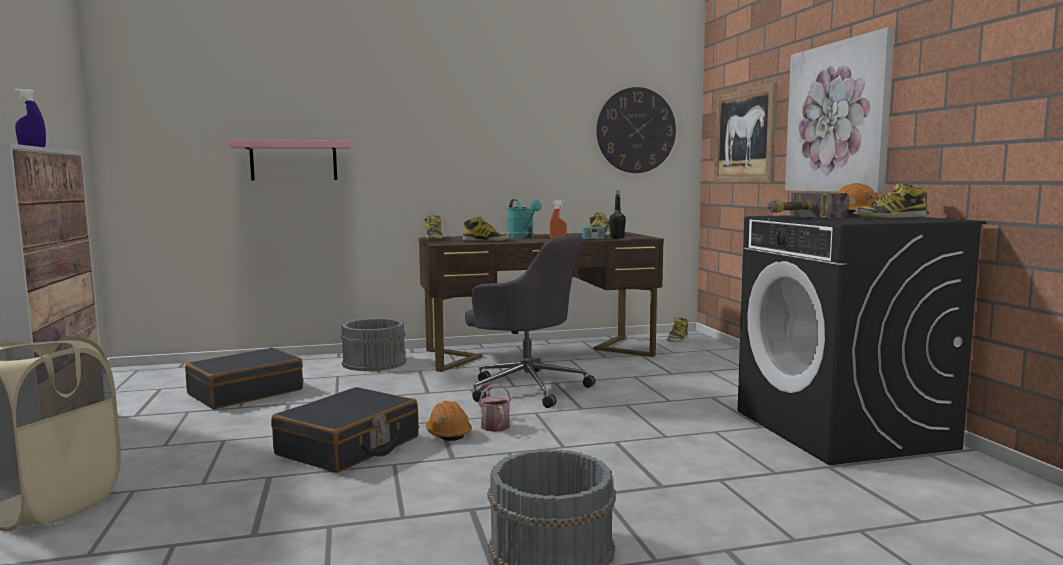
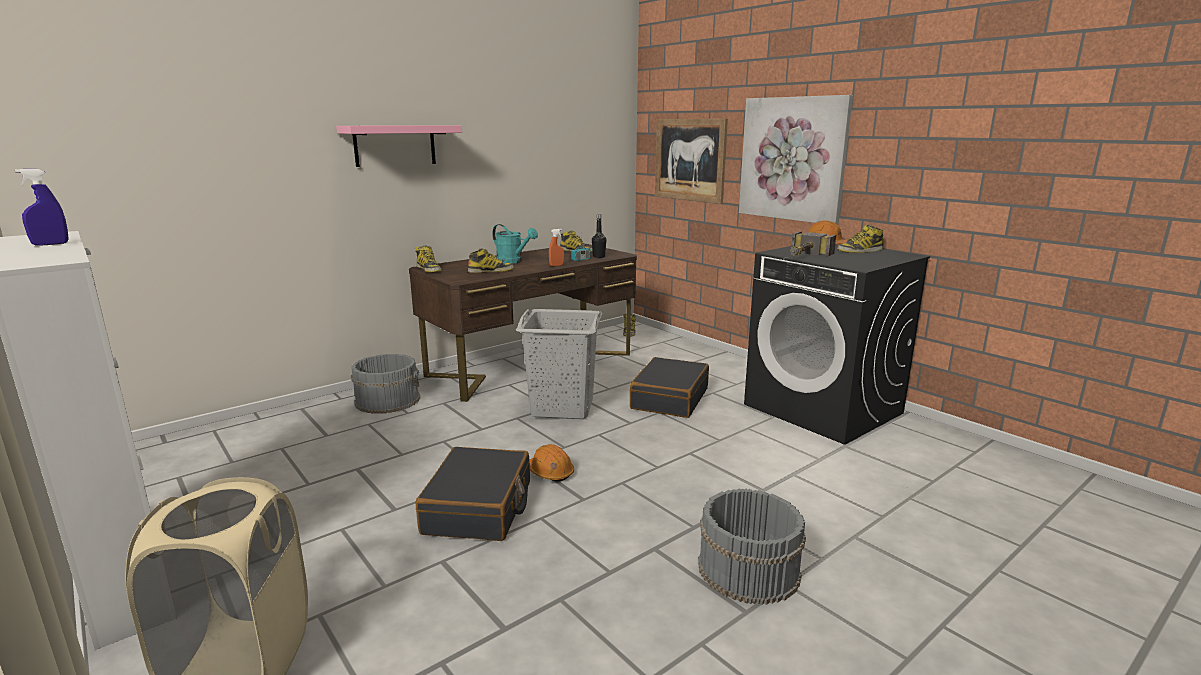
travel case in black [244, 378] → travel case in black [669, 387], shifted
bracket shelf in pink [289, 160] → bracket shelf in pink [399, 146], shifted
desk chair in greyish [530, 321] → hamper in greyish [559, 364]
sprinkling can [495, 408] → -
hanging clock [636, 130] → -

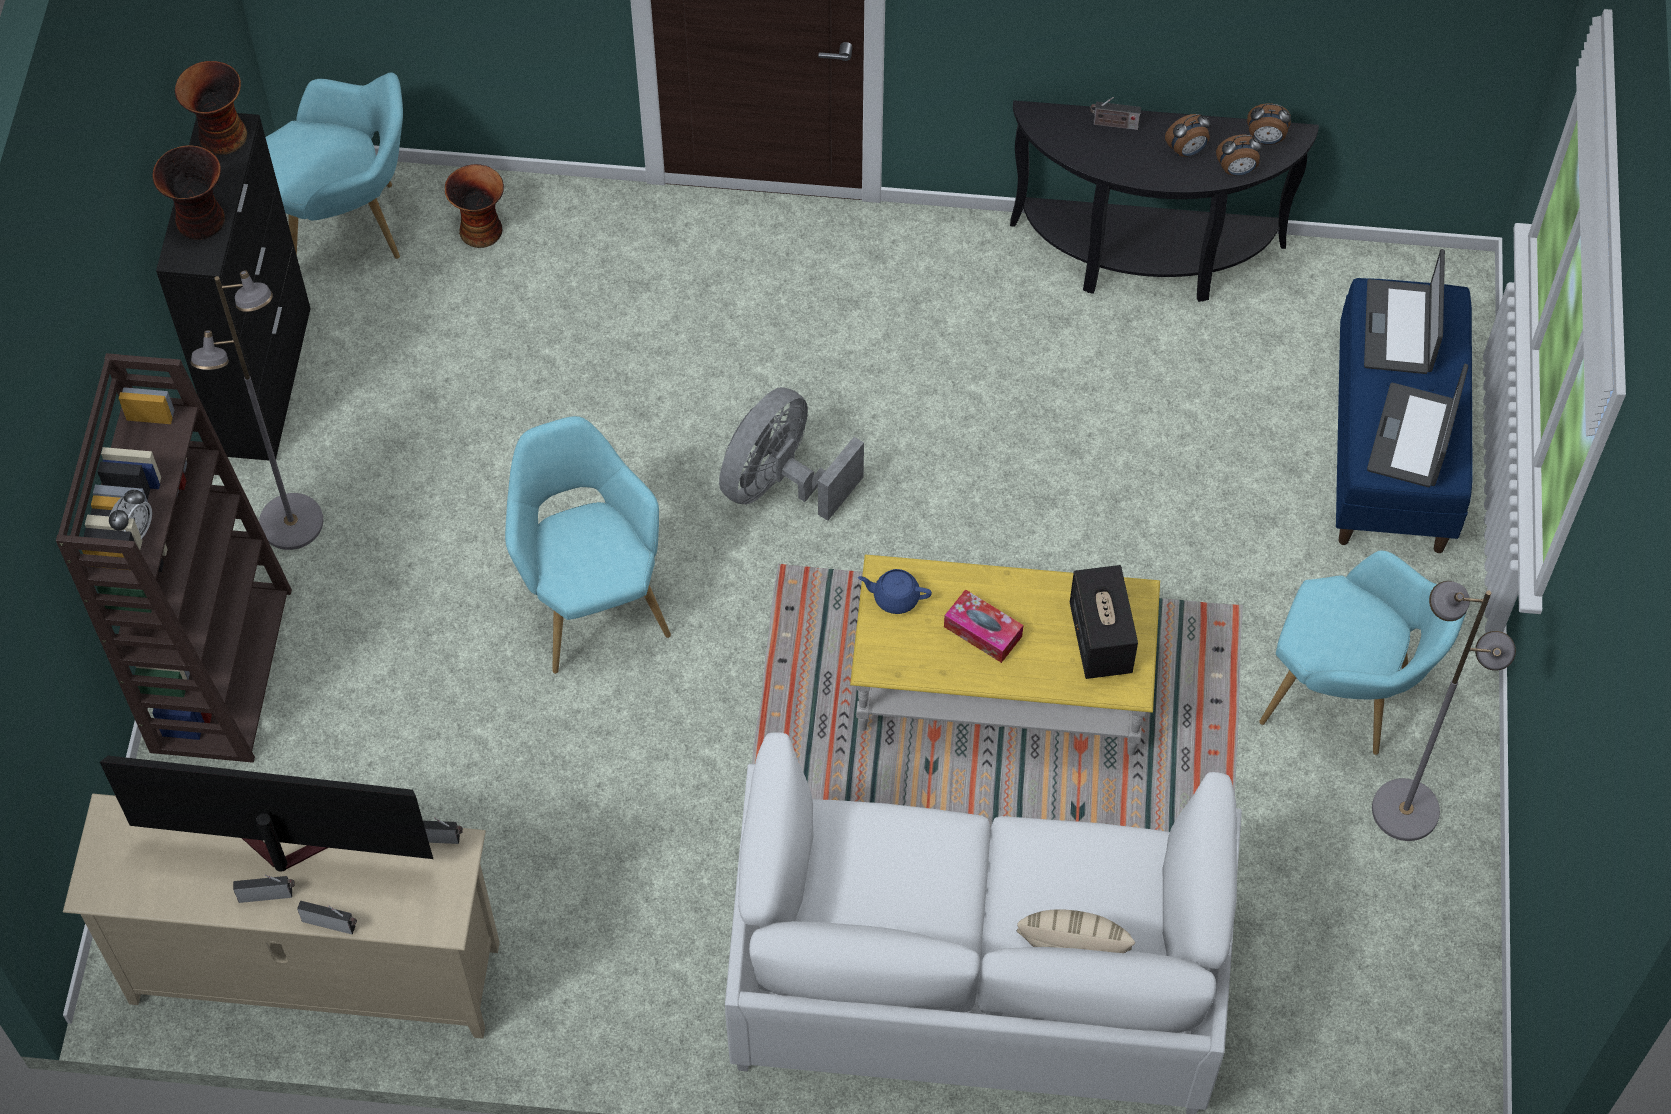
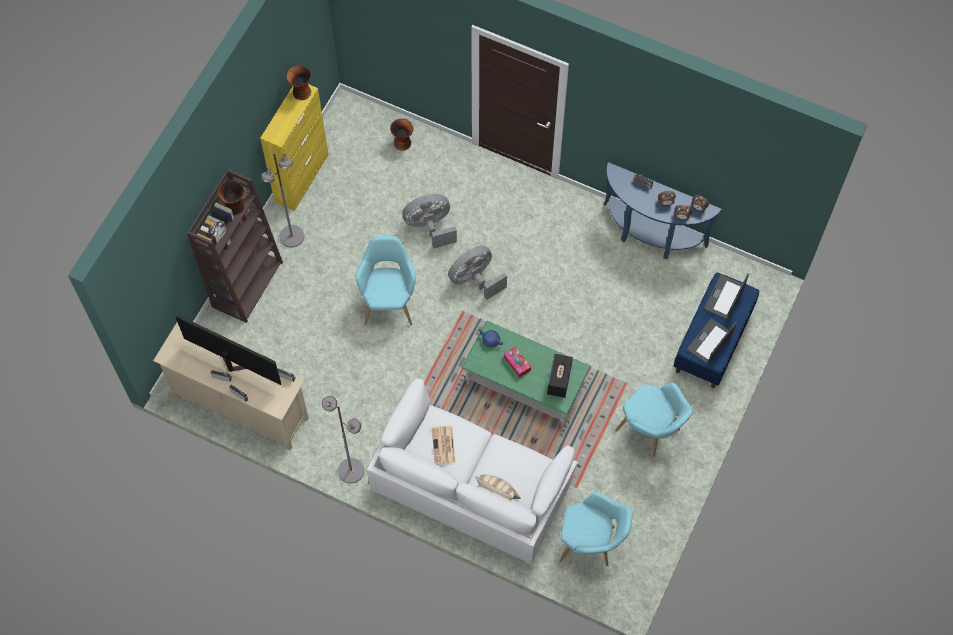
decorative vase [188, 192] → decorative vase [231, 197], shifted
cabinet in black [233, 286] → cabinet in yellow-coloured [294, 147]
lounge chair in turquoise [334, 165] → lounge chair in turquoise [596, 529], shifted
low table in yellow-coloured [1005, 655] → low table in greenish [526, 374]
hall table in black [1164, 201] → hall table in bluish [662, 210]
standing lamp in greyish [1444, 711] → standing lamp in greyish [343, 439], shifted
- → cooling fan in greyish [430, 221]
- → daily paper [443, 445]

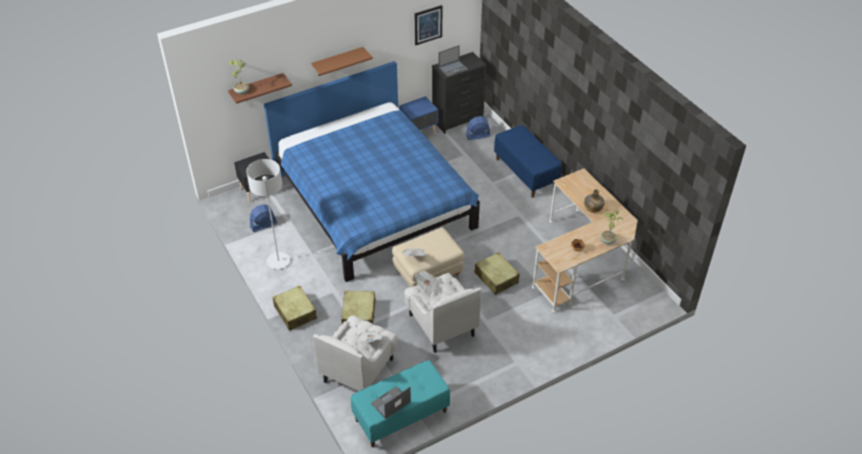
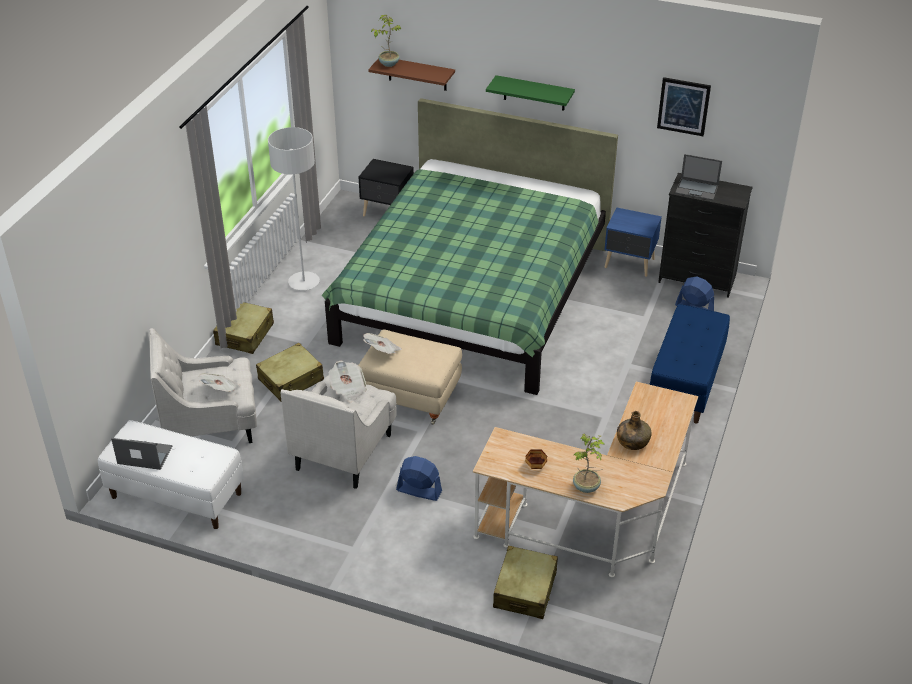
cooling fan in bluish [263, 218] → cooling fan in bluish [419, 478], shifted
bed in bluish [371, 171] → bed in greenish [470, 246]
bracket shelf in brownish [342, 61] → bracket shelf in greenish [530, 93]
bench in turquoise [400, 403] → bench in white-coloured [171, 474]
travel case in sand-coloured [497, 273] → travel case in sand-coloured [525, 582], shifted

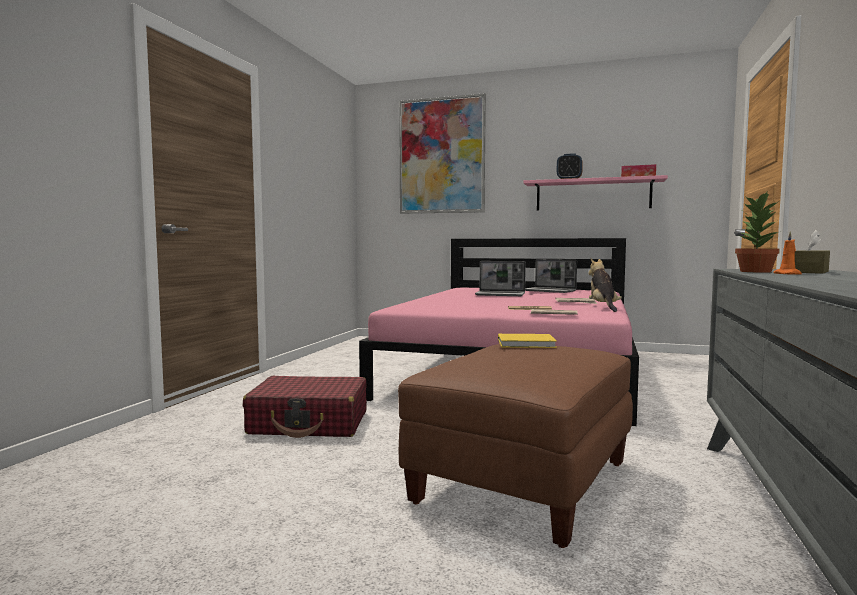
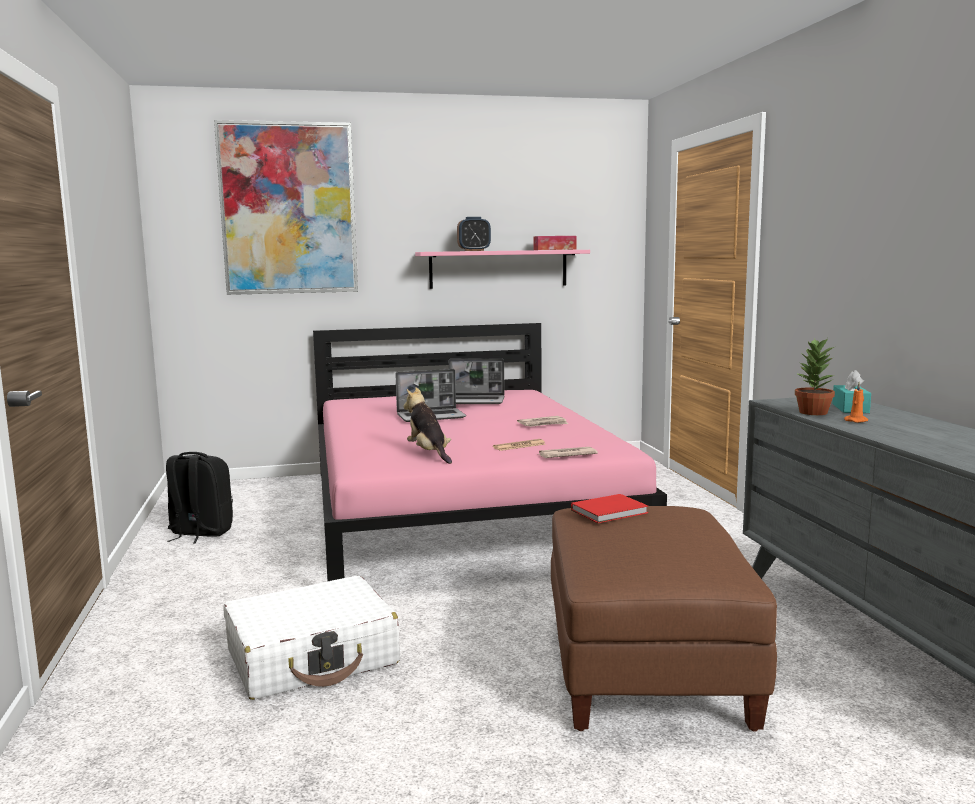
travel case in red-coloured [305, 407] → travel case in white-coloured [311, 638]
book in yellow-coloured [527, 341] → book in red-coloured [609, 508]
plush toy [605, 285] → plush toy [427, 425], shifted
tissue box in brownish [812, 252] → tissue box in turquoise [851, 391]
- → knapsack in black [199, 497]

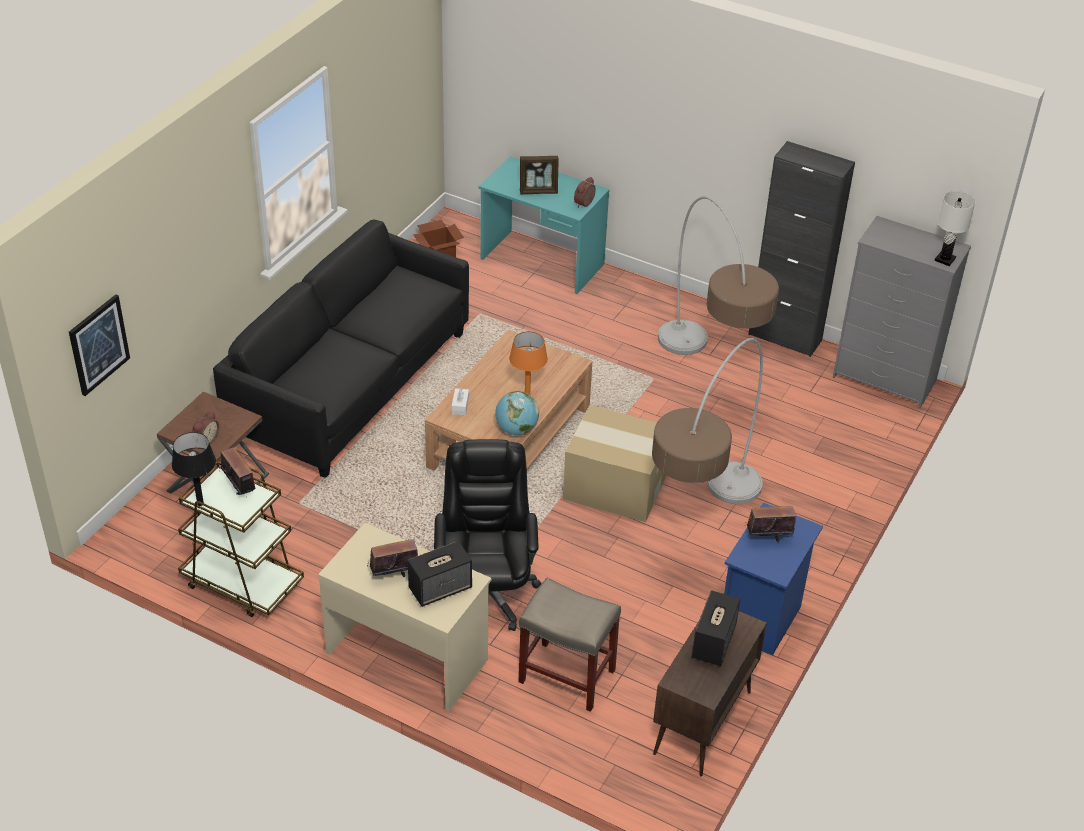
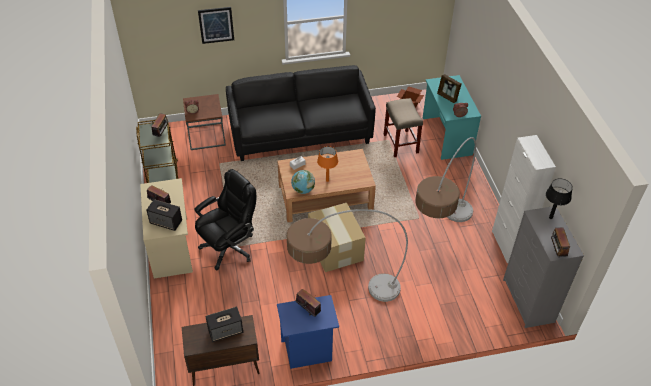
wall picture [99, 345] → wall picture [216, 25], shifted
tabletop lamp in black [194, 469] → tabletop lamp in black [559, 199], shifted
stool in sand-coloured [570, 645] → stool in sand-coloured [403, 127], shifted
cabinet in black [801, 249] → cabinet in white-coloured [524, 199]
tabletop lamp in white-coloured [955, 228] → radio receiver [560, 242]

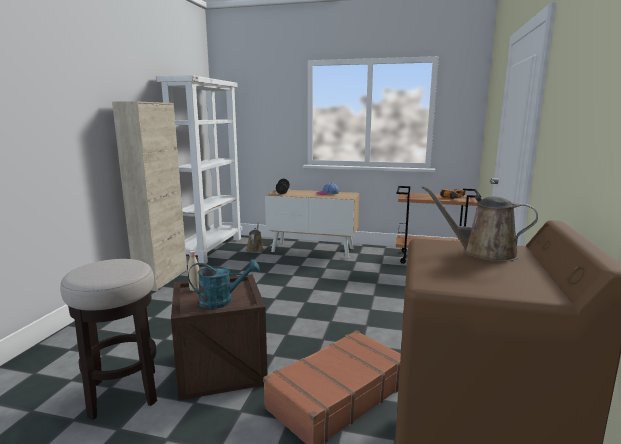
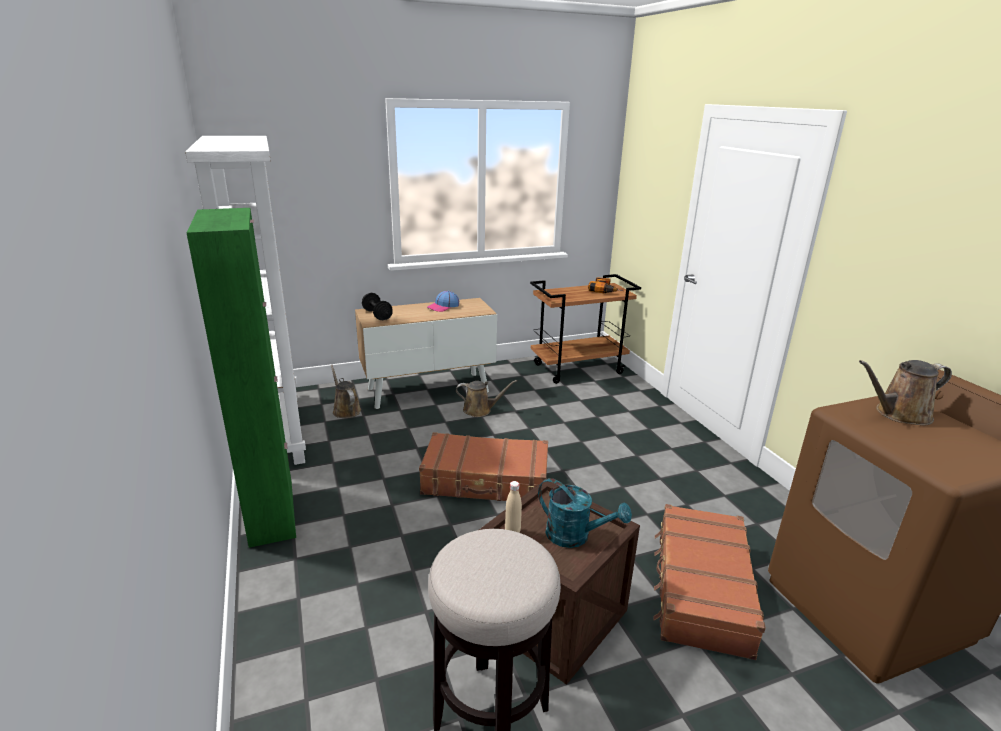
cabinet in sand-coloured [149, 196] → cabinet in greenish [241, 378]
sprinkling can in turquoise [224, 284] → sprinkling can in turquoise [585, 513], 75 degrees clockwise
- → travel case in brownish [483, 466]
- → sprinkling can in brownish [486, 398]

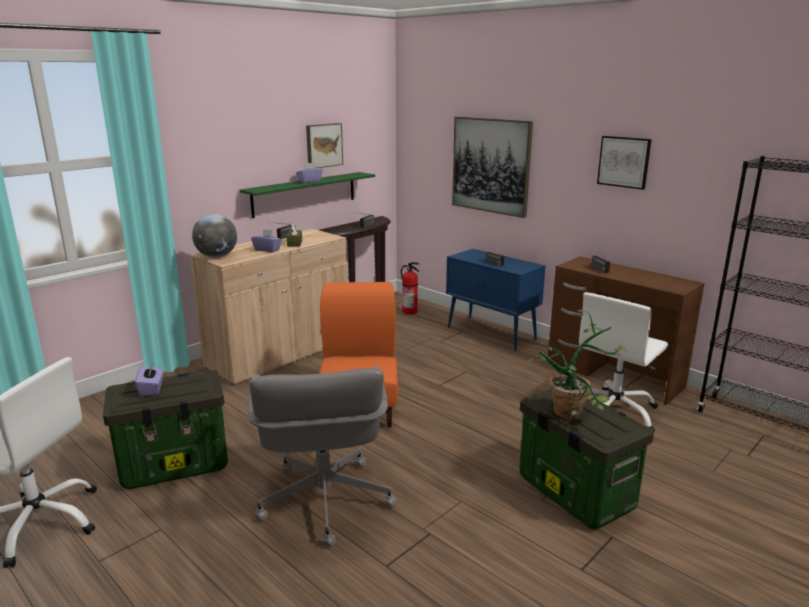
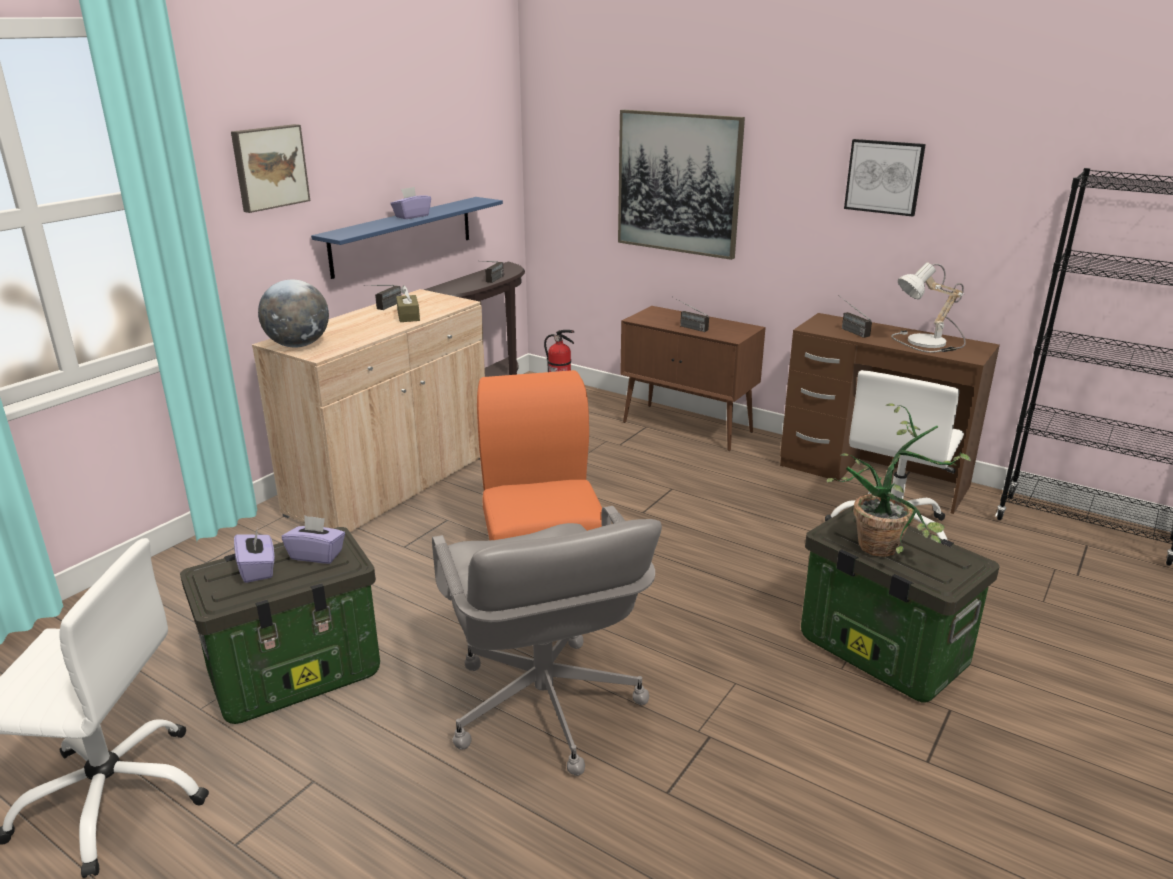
bracket shelf in greenish [307, 195] → bracket shelf in bluish [407, 238]
tissue box in purplish [266, 240] → tissue box in purplish [313, 539], shifted
wall picture [324, 145] → wall picture [270, 168], shifted
cabinet in bluish [495, 300] → cabinet in brownish [693, 378]
- → tabletop lamp [928, 307]

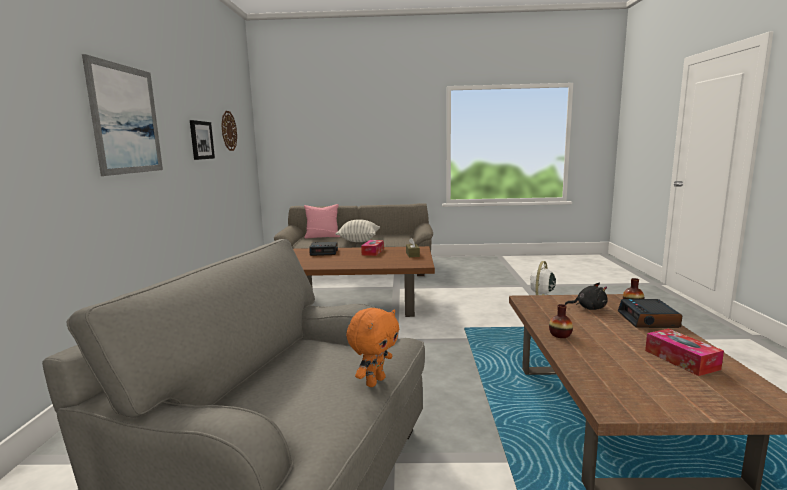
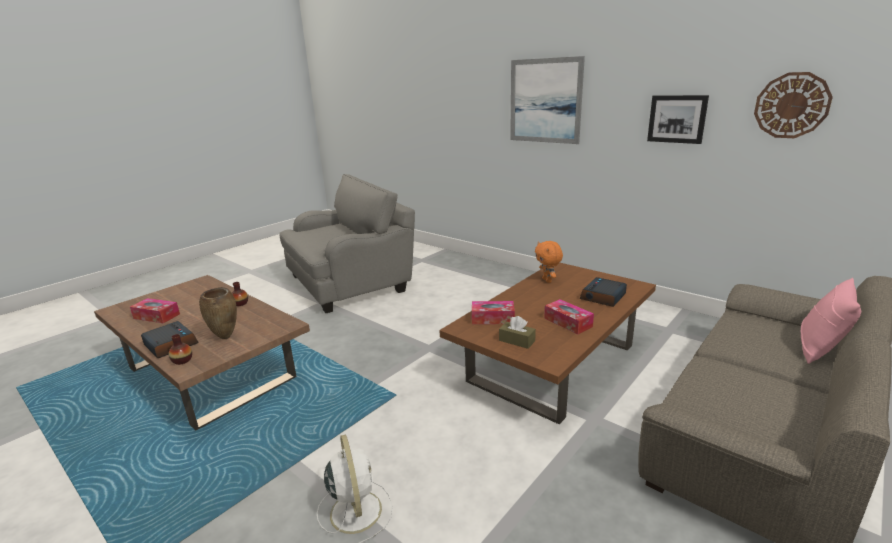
pillow [358, 230] → -
plush toy in orange-coloured [372, 347] → plush toy in orange-coloured [549, 262], shifted
plush toy in black [586, 296] → decorative vase in brownish [218, 313]
- → tissue box [493, 312]

